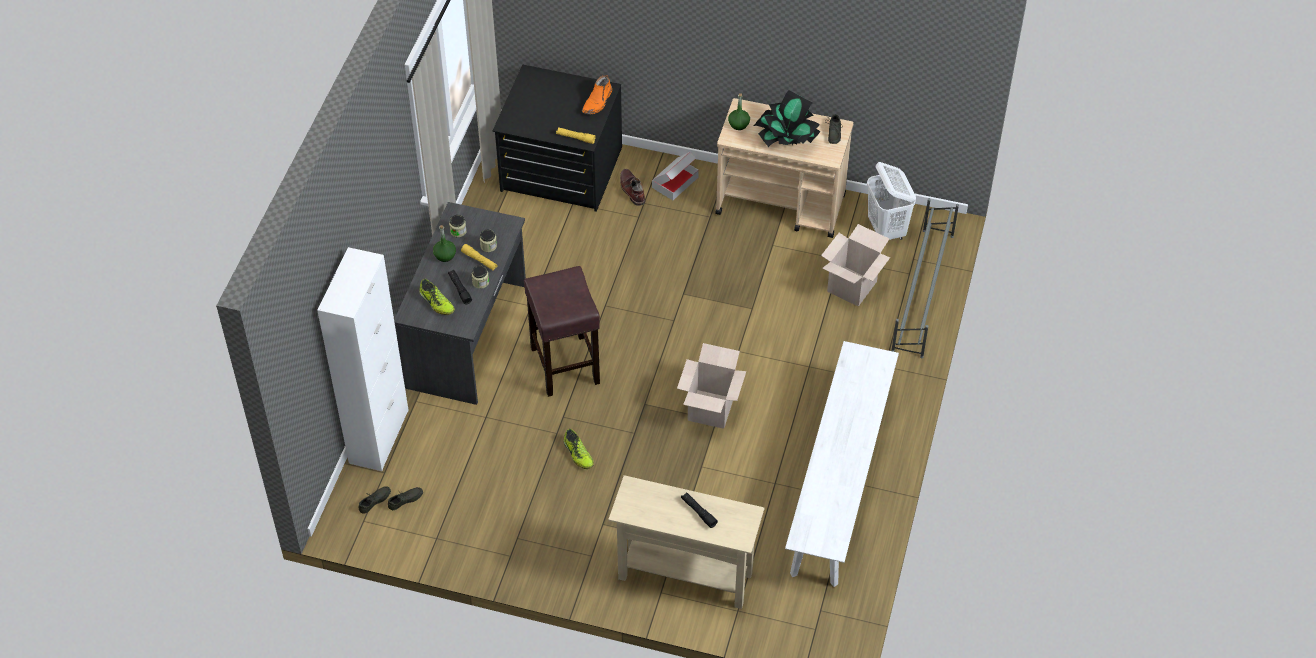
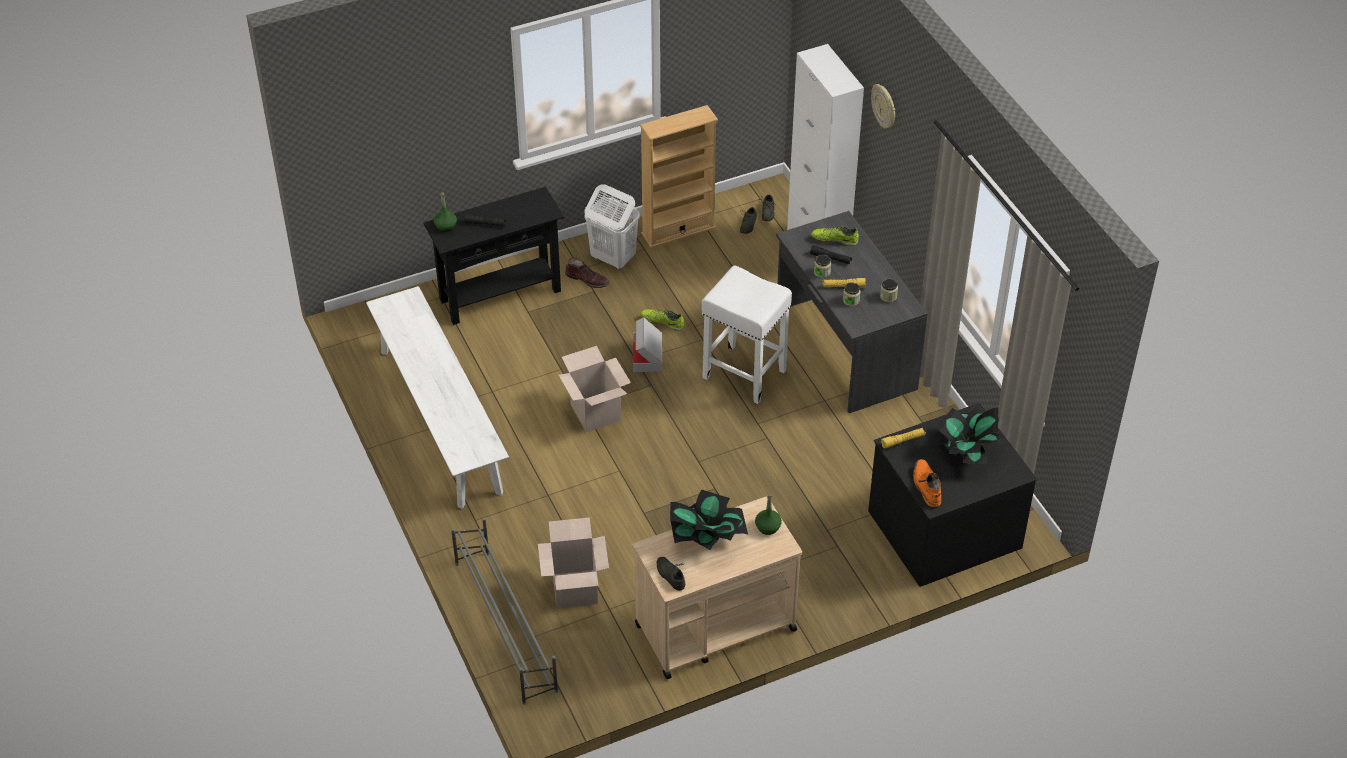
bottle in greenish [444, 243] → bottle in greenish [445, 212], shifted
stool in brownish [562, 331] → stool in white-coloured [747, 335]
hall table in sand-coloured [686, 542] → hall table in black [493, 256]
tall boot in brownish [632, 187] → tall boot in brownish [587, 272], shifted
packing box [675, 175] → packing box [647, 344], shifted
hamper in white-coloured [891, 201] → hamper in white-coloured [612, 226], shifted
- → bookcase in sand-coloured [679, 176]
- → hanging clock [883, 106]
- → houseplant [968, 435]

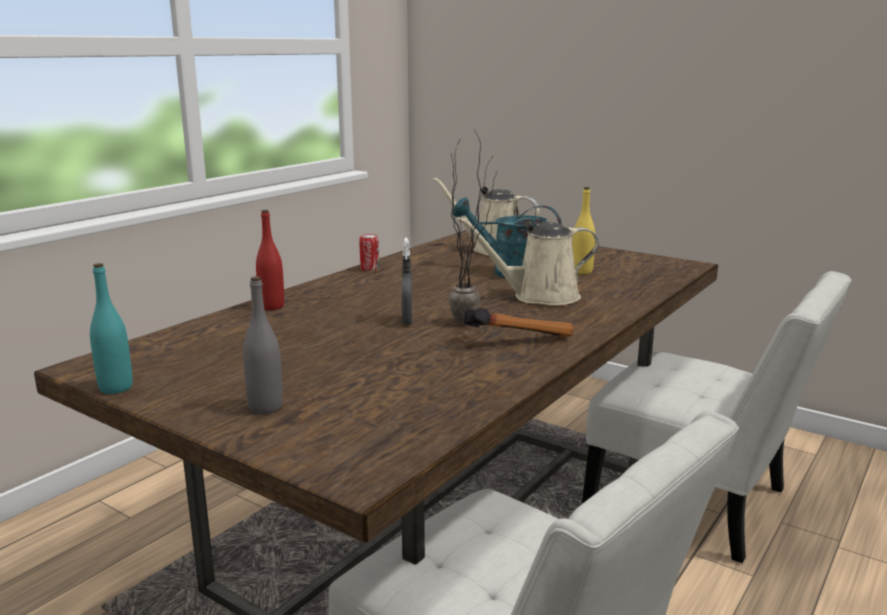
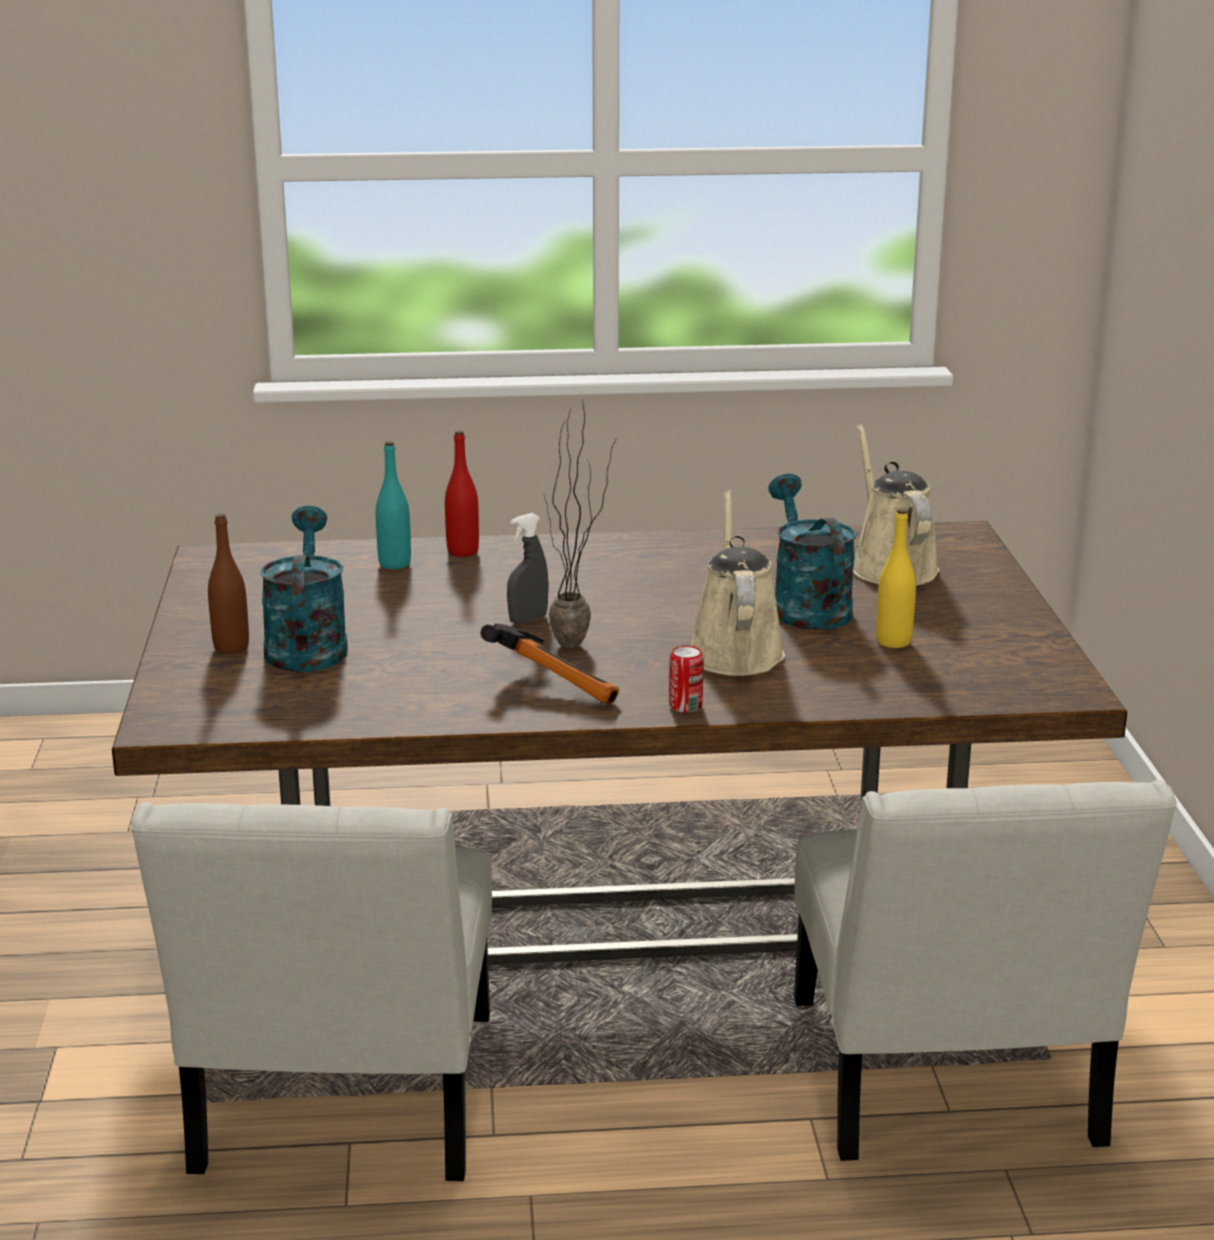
bottle in turquoise [111, 328] → bottle in turquoise [393, 505], shifted
bottle in greyish [263, 345] → bottle in brownish [228, 584]
can [369, 252] → can [686, 679], shifted
sprinkling can in sand-coloured [527, 261] → sprinkling can in sand-coloured [737, 583], 45 degrees clockwise
- → sprinkling can in turquoise [304, 589]

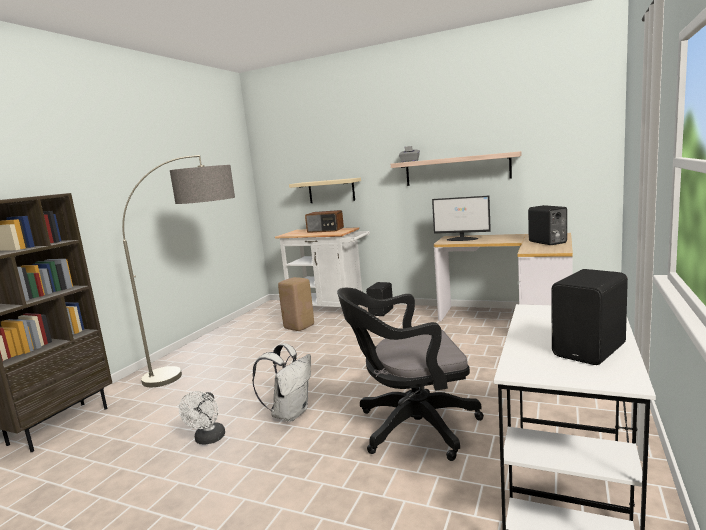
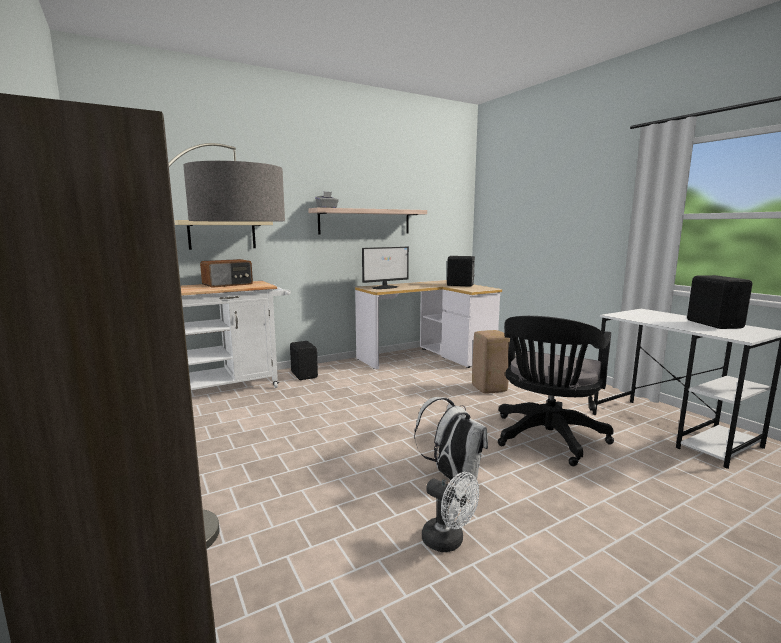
stool in sand-coloured [296, 304] → stool in sand-coloured [491, 362], shifted

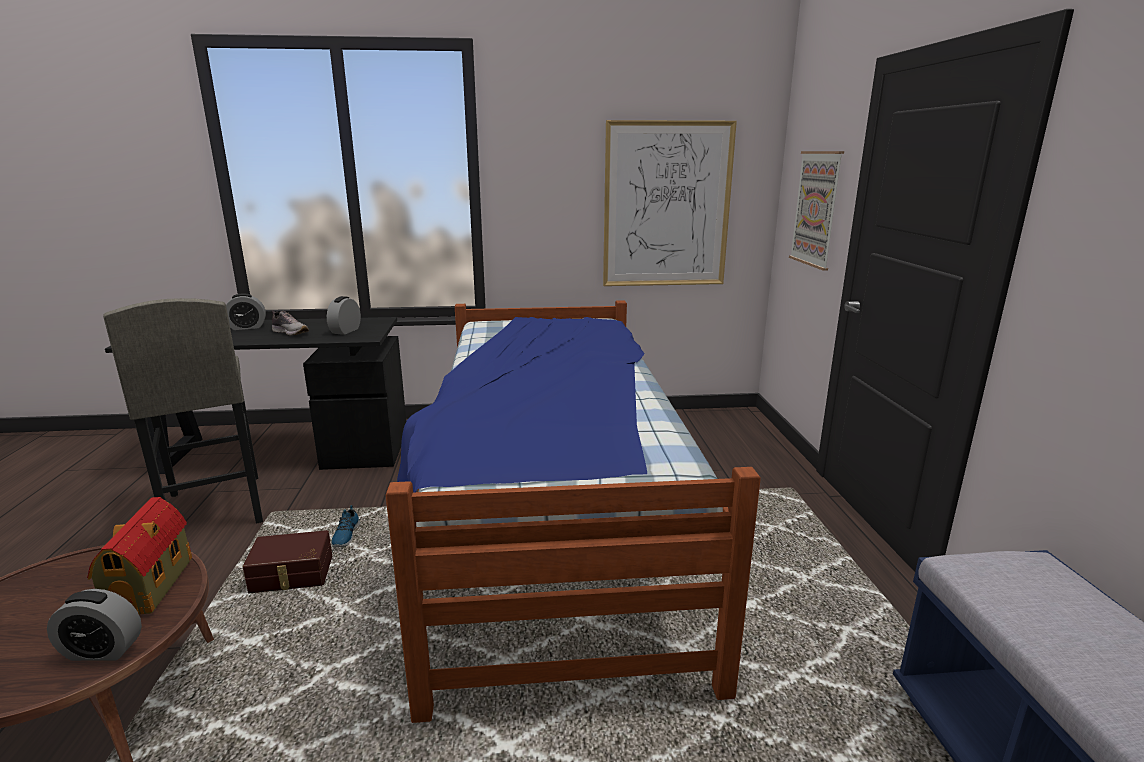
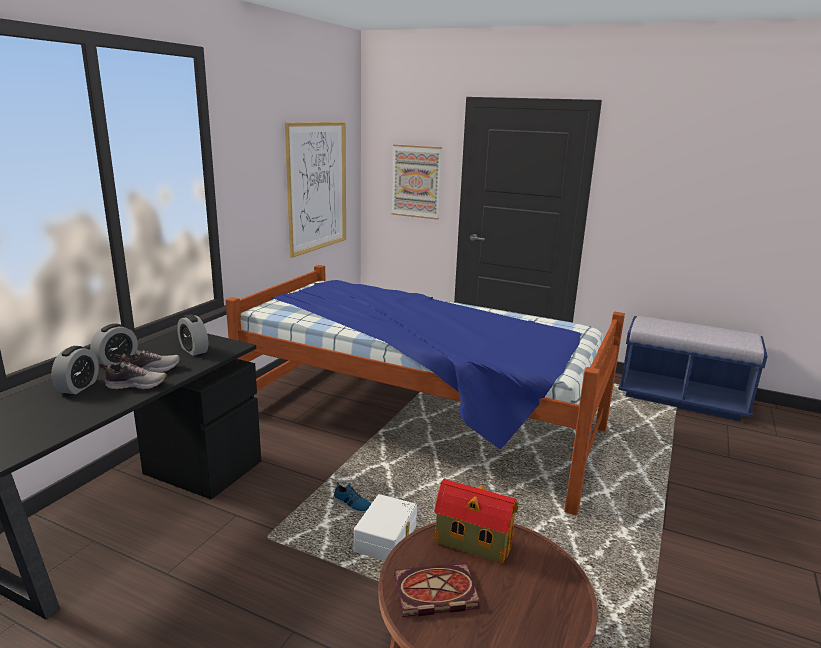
alarm clock [94, 625] → alarm clock [114, 345], shifted
stool in greyish [183, 411] → -
storage box in brownish [287, 561] → storage box in white-coloured [385, 527]
- → item of footwear [134, 375]
- → book [437, 589]

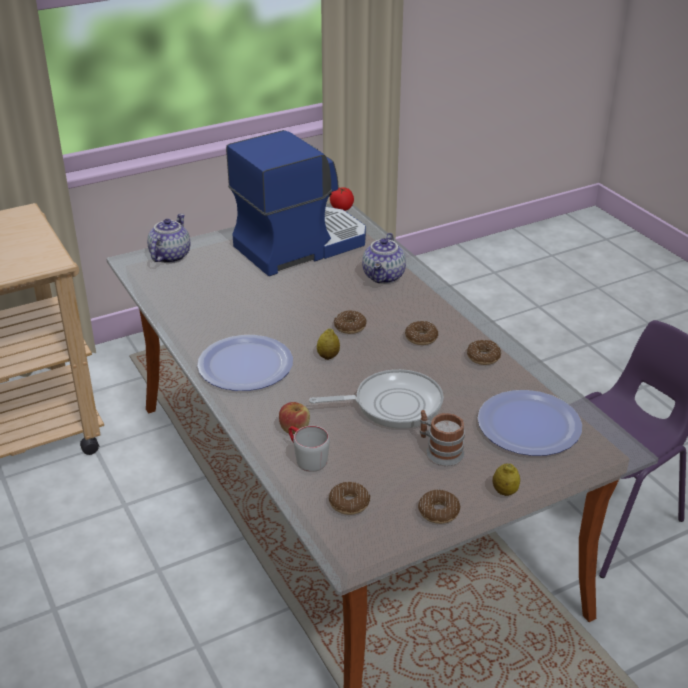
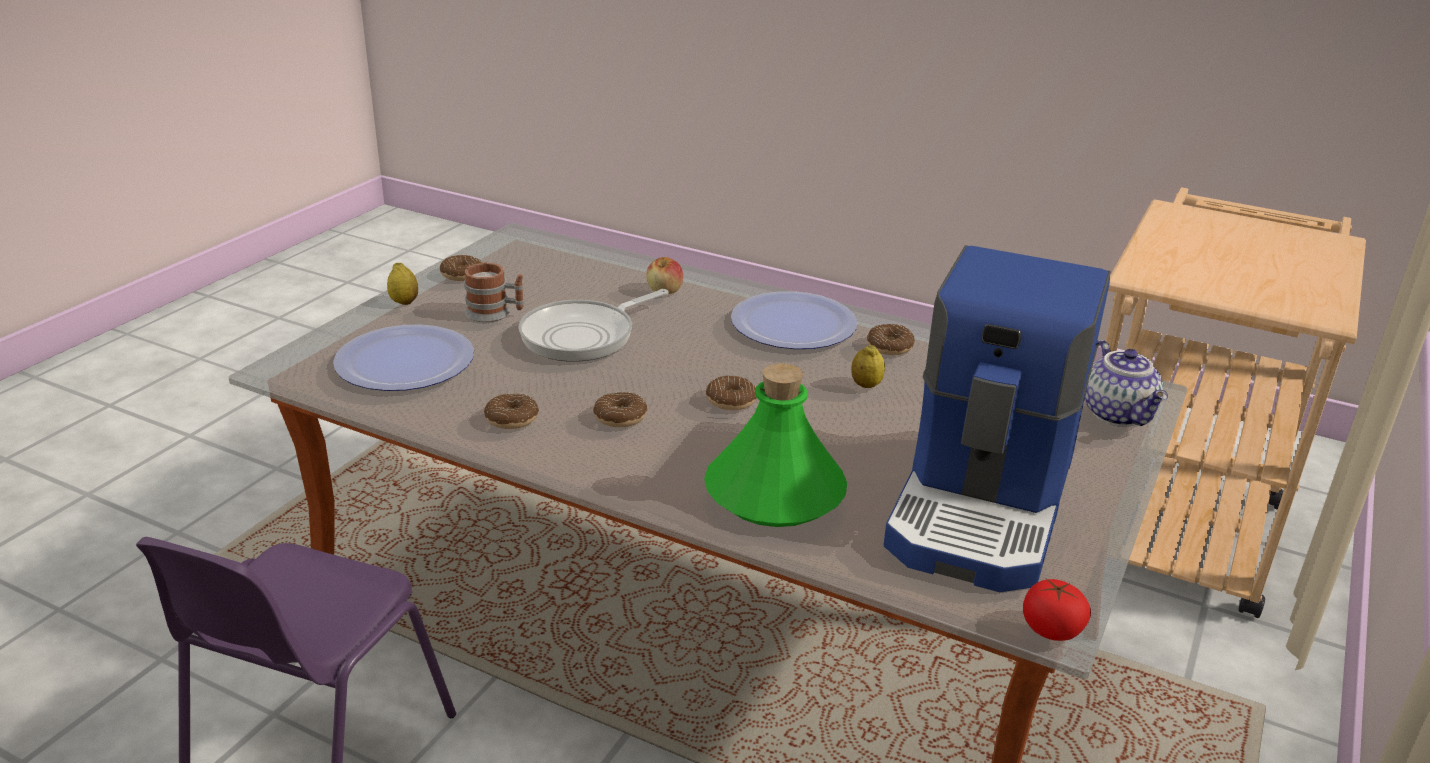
tea mug in greyish [309, 449] → -
lemon [328, 344] → lemon [868, 366], shifted
ring doughnut [349, 498] → ring doughnut [891, 339], shifted
pot for tea [384, 258] → bottle in greenish [775, 445]

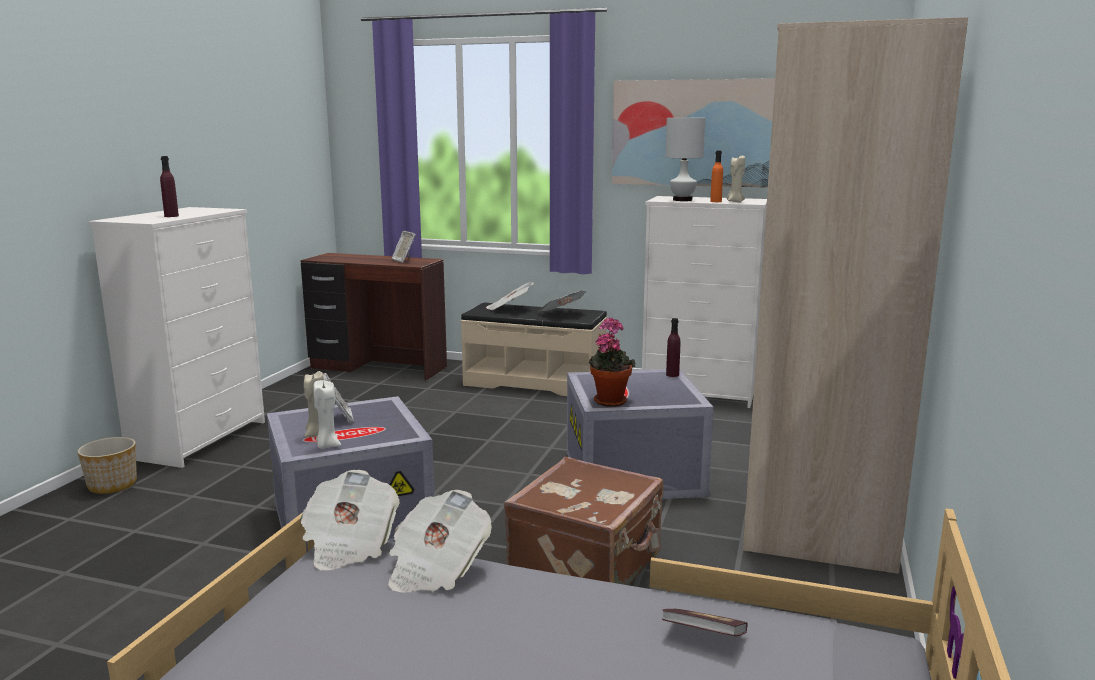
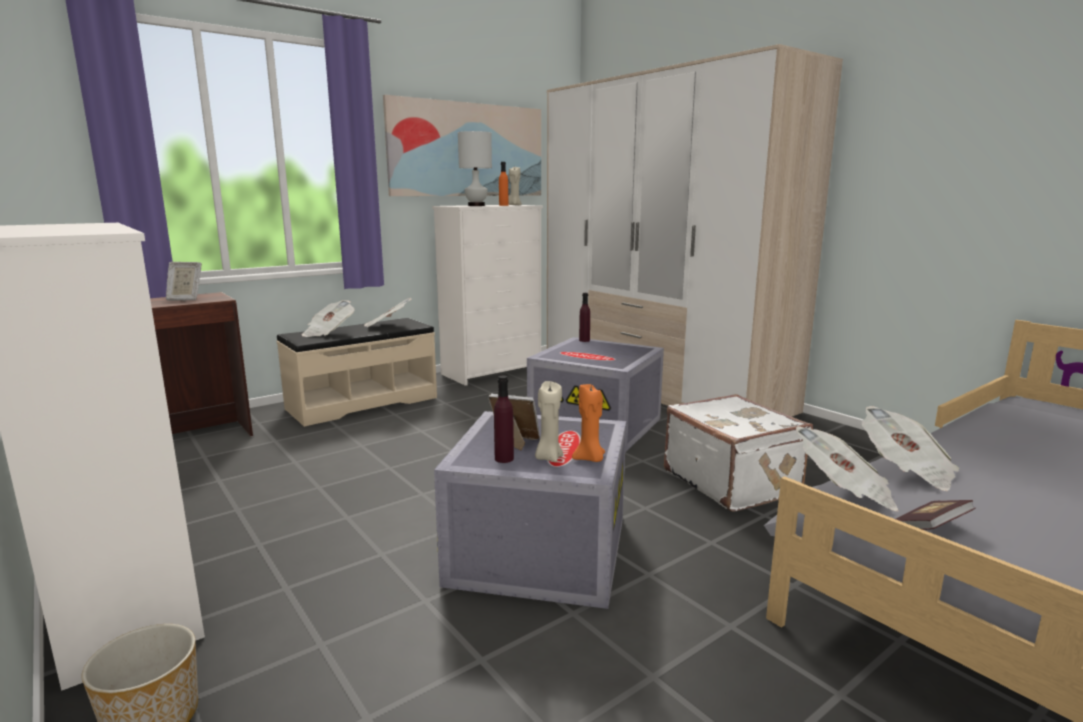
bottle in purplish [169, 186] → bottle in purplish [504, 419], shifted
candle in white-coloured [327, 414] → candle in orange-coloured [588, 423]
travel case in brownish [584, 521] → travel case in white-coloured [738, 453]
houseplant [612, 362] → -
book [705, 622] → book [936, 515], shifted

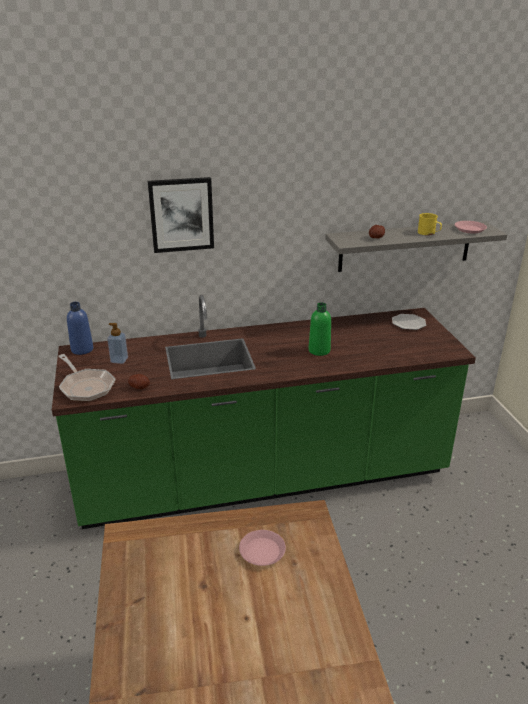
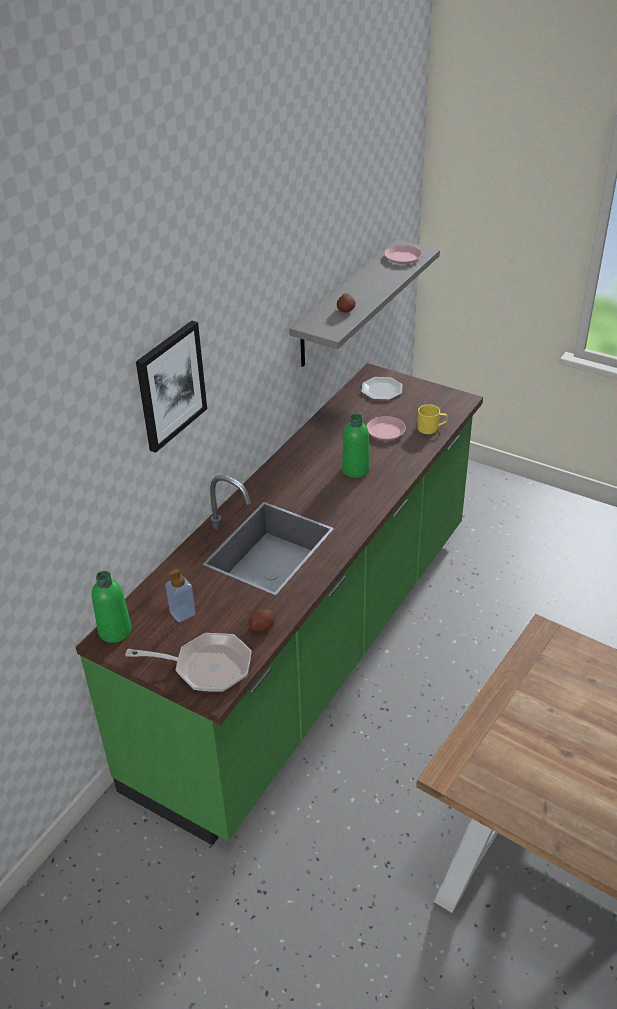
bottle in bluish [80, 328] → bottle in greenish [112, 607]
dinner plate in pink [262, 548] → dinner plate in pink [386, 428], shifted
tea mug in yellow-coloured [430, 224] → tea mug in yellow-coloured [432, 419], shifted

